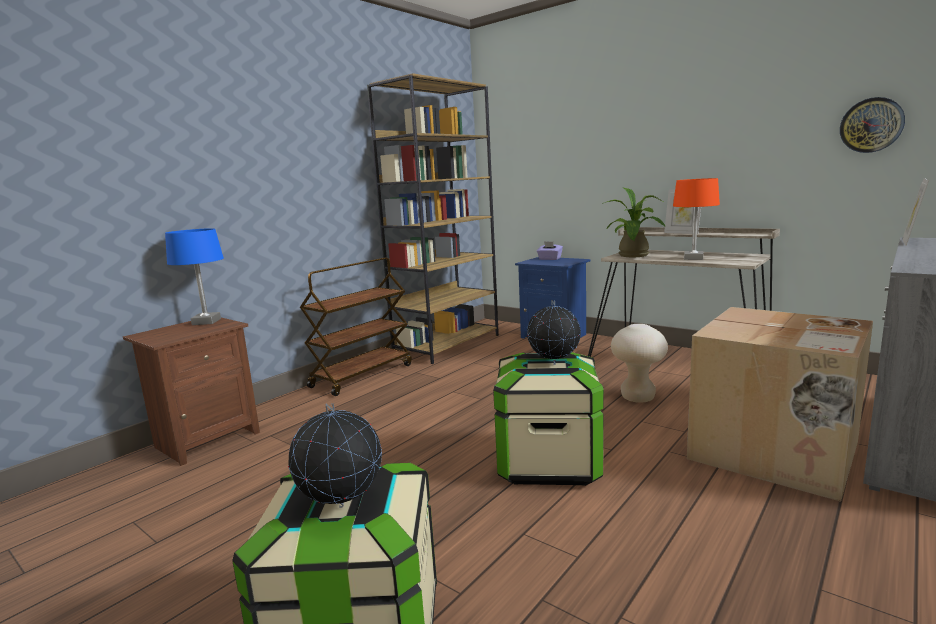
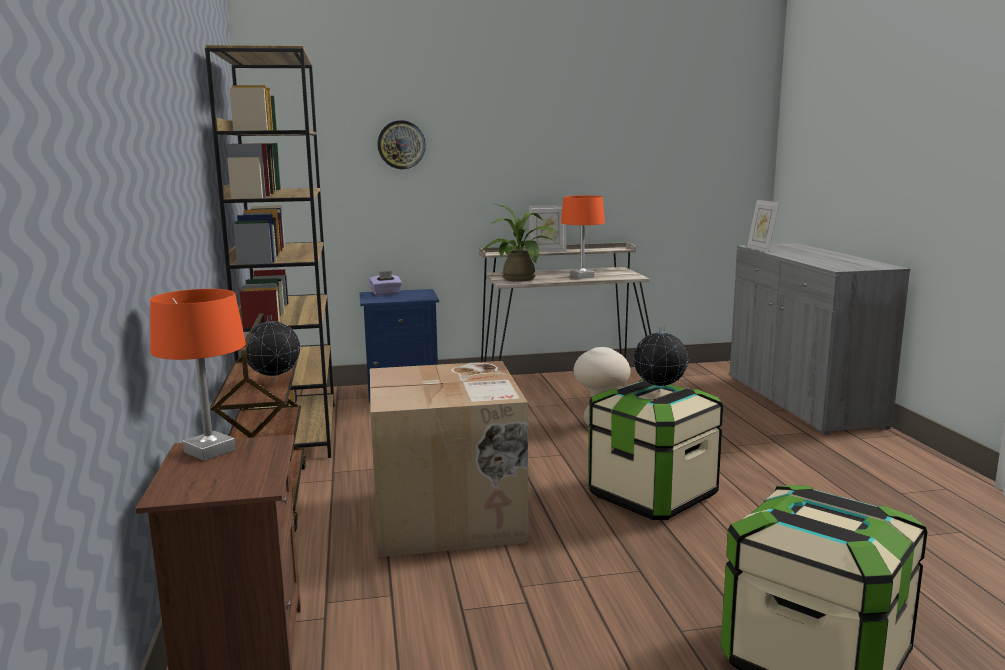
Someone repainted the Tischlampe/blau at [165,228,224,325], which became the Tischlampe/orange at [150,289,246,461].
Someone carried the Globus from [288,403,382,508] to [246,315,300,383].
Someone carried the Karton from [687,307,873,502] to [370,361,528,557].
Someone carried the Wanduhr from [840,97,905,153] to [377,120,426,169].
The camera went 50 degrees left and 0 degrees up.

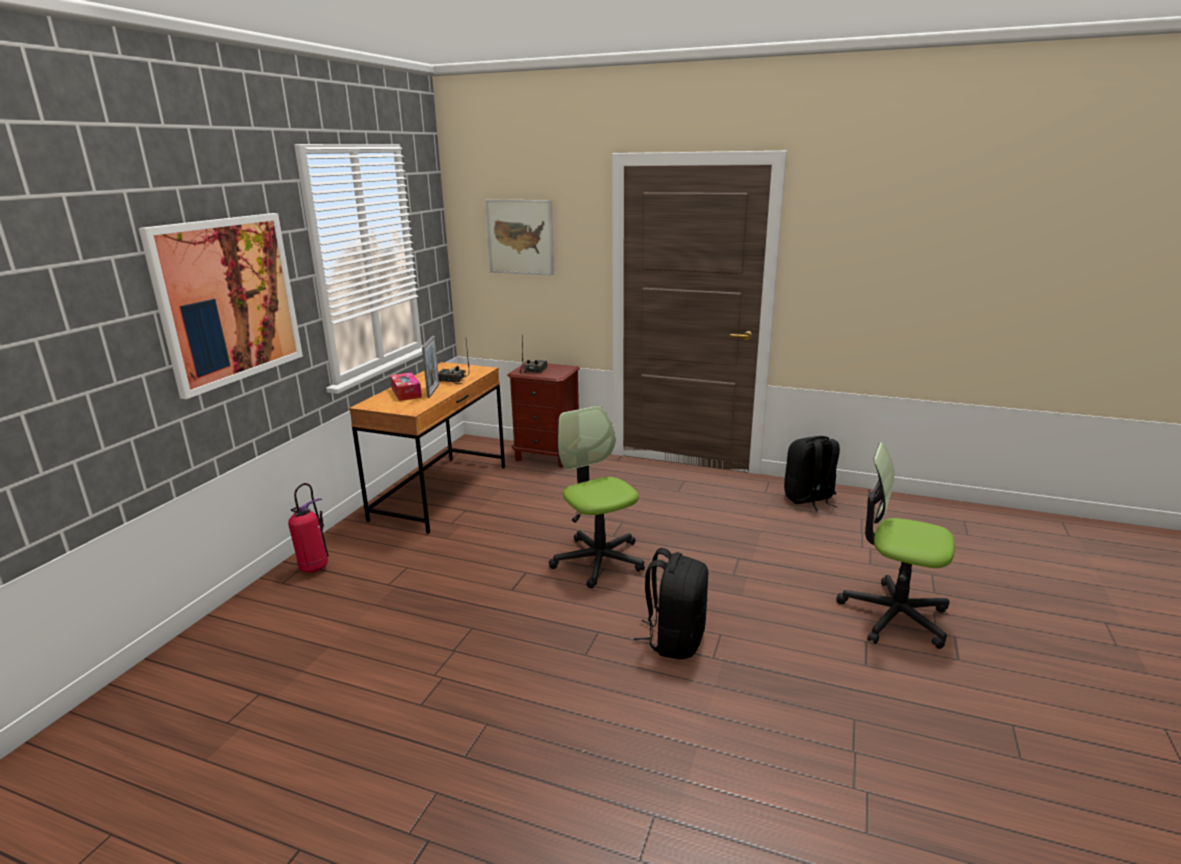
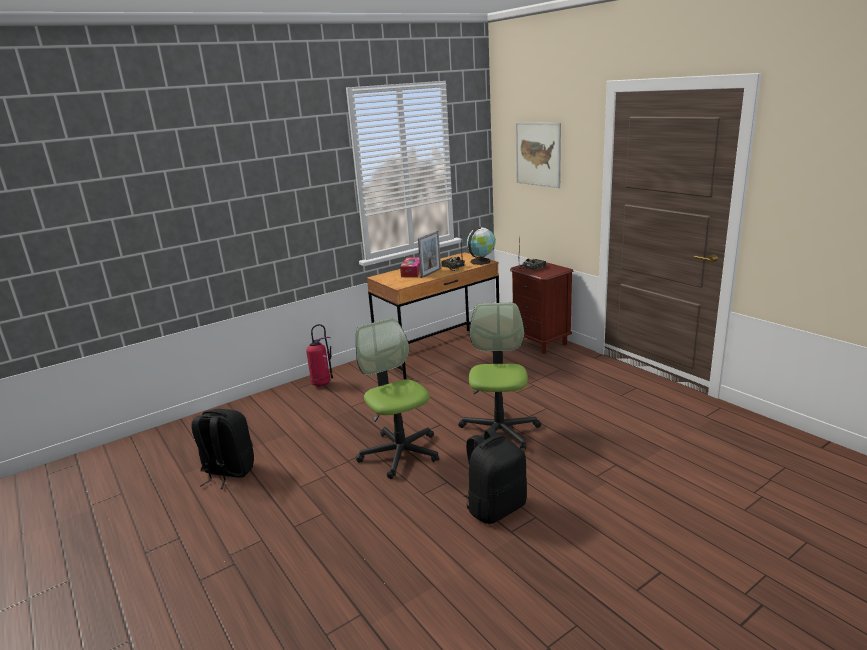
Someone took away the Bild at [139,213,303,399].
Someone carried the Rucksack/schwarz from [784,436,840,511] to [191,409,254,489].
Someone carried the Bürostuhl from [836,442,955,649] to [356,318,439,479].
Someone put down the Globus at [467,227,496,265].
The camera went 35 degrees right and 0 degrees up.

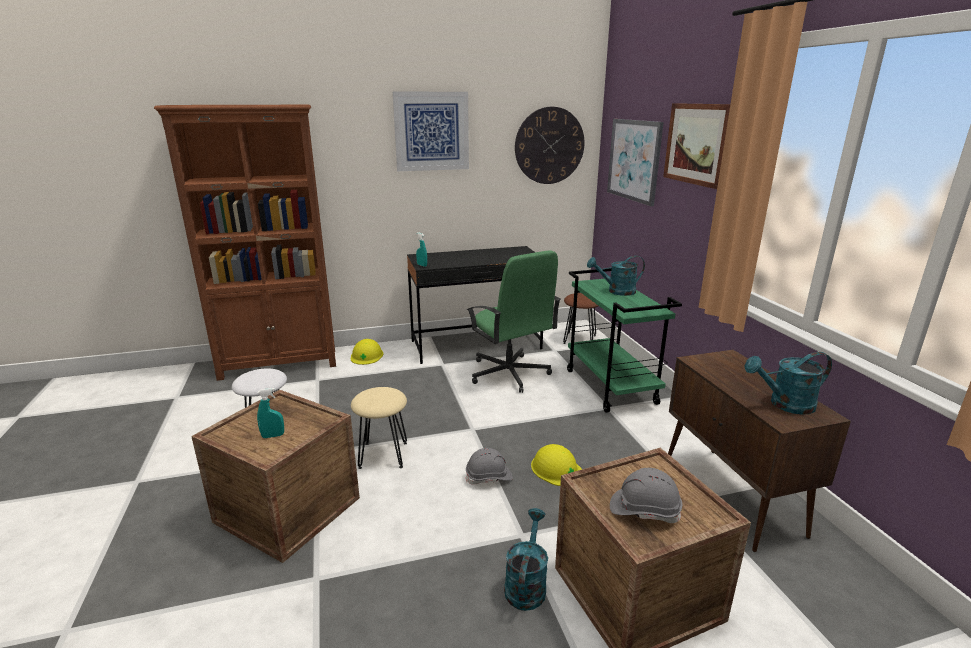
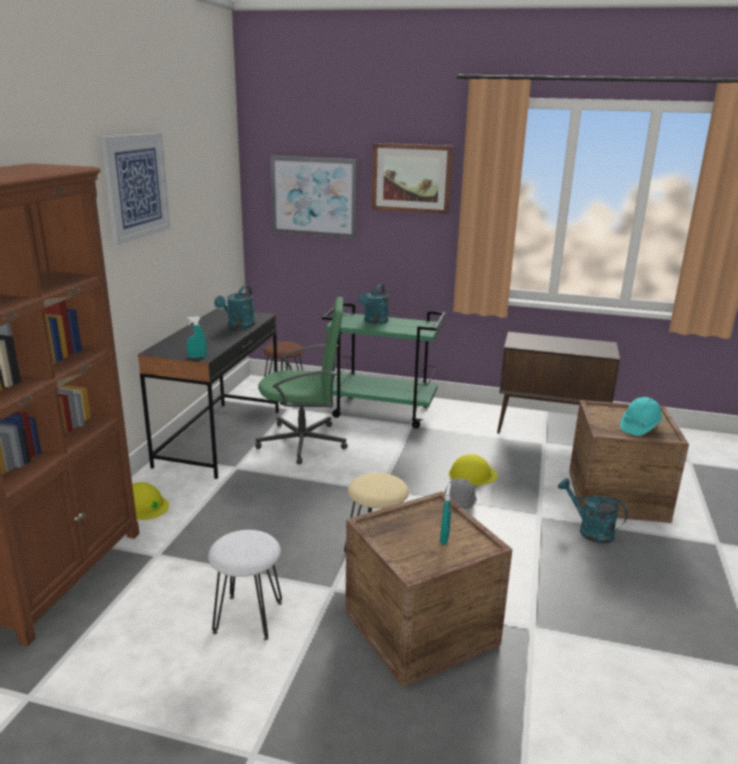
Someone took away the Wanduhr at [515,107,585,184].
Someone repainted the Schutzhelm/grau at [610,468,682,523], which became the Schutzhelm/türkis at [620,397,663,436].
Someone carried the Gießkanne/türkis from [744,352,832,415] to [214,285,255,328].
The camera went 60 degrees left and 0 degrees up.

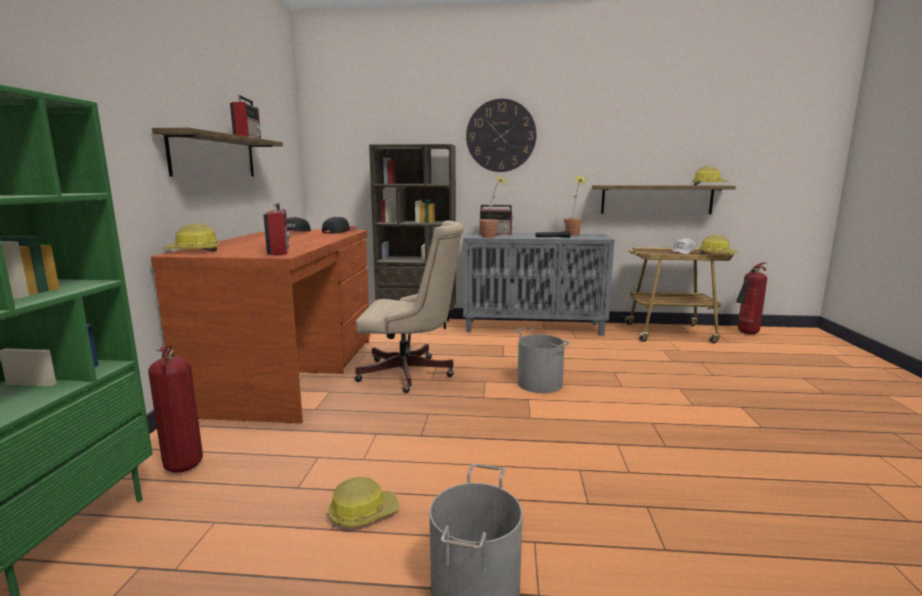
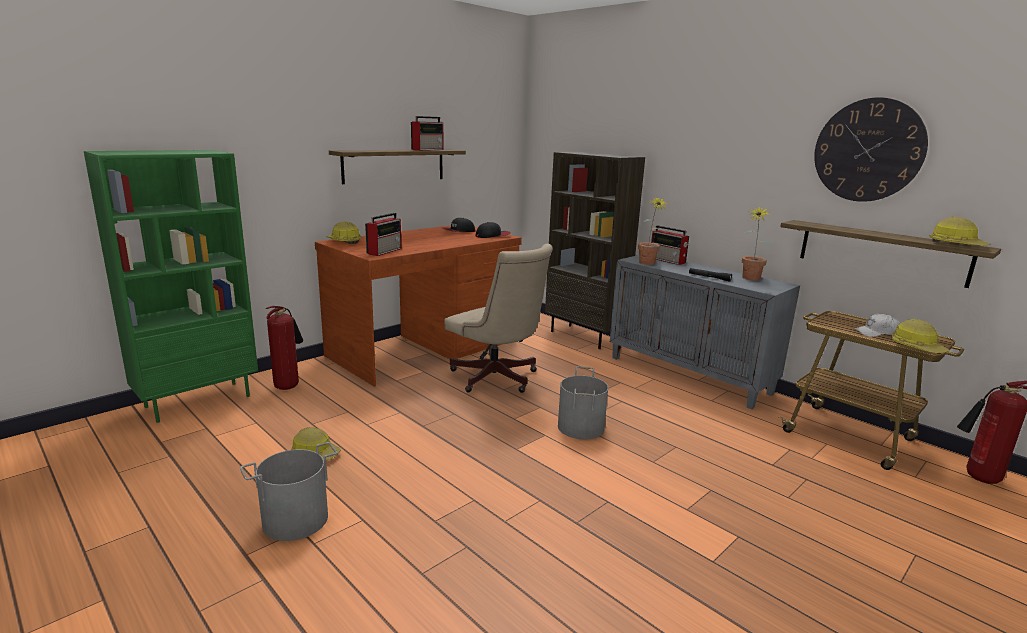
Someone carried the Wanduhr from [466,99,537,172] to [814,97,928,202].
The camera went 40 degrees right and 5 degrees up.

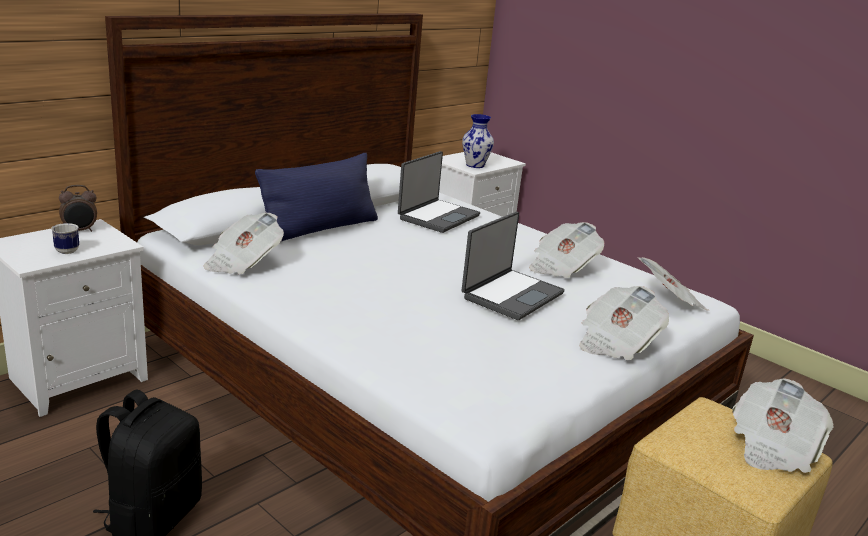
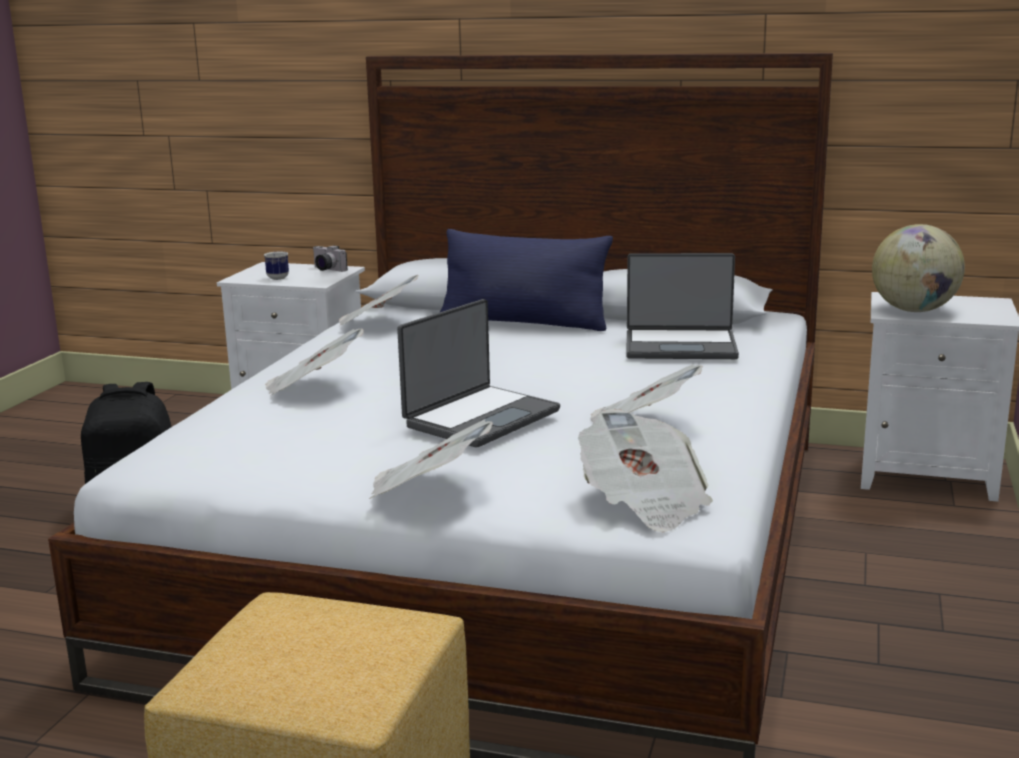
Someone swapped the Wecker at [59,185,97,232] for the Kamera at [313,245,348,272].
Someone swapped the Vase at [462,114,494,168] for the Globus at [872,224,965,312].
Someone rotated the Laptop at [462,211,565,320] by 60 degrees counterclockwise.
Someone carried the Zeitung from [732,379,833,473] to [265,328,363,396].
The camera went 65 degrees right and 5 degrees down.

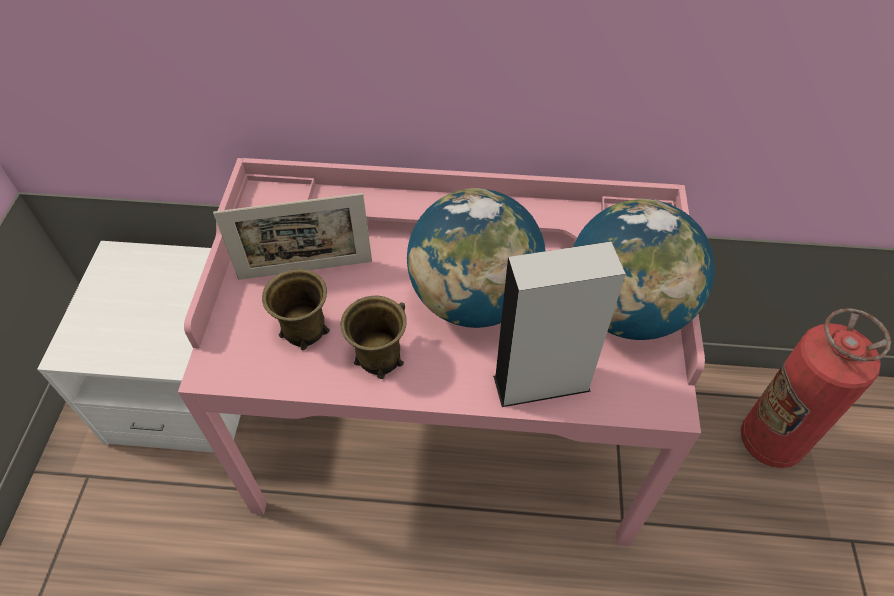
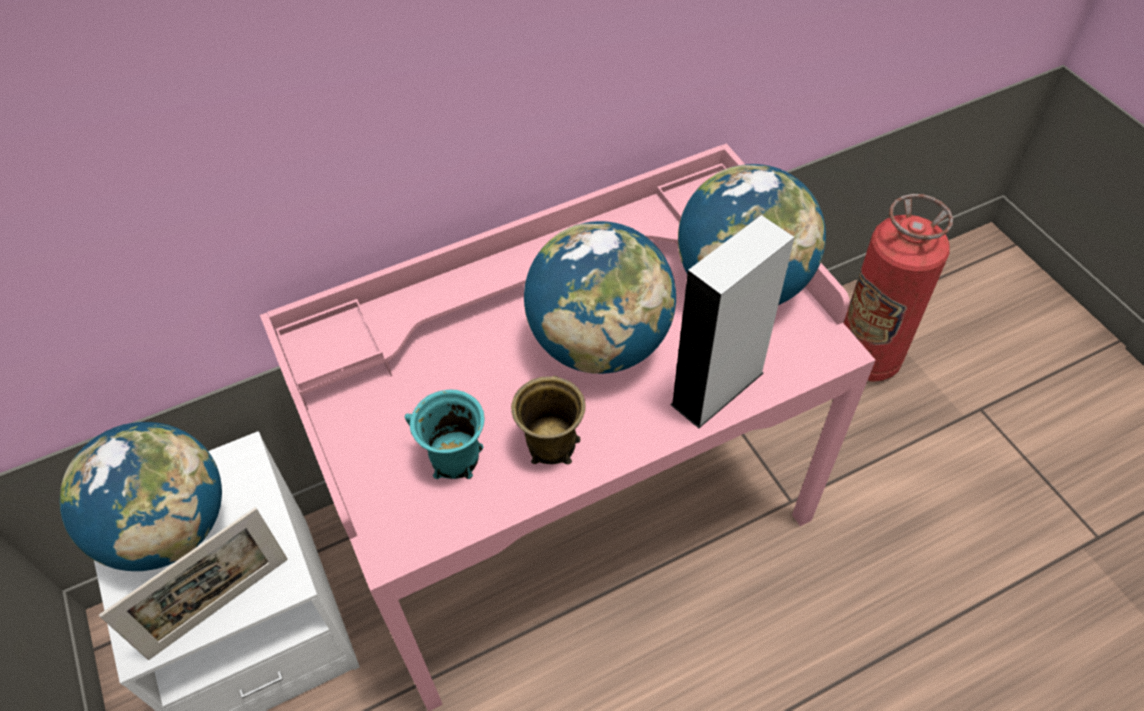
Someone carried the Bilderrahmen from [213,193,372,280] to [99,507,288,660].
Someone repainted the Henkelbecher/braun at [262,269,330,350], which became the Henkelbecher/türkis at [404,390,484,479].
Someone put down the Globus at [60,422,222,571].
The camera went 30 degrees left and 0 degrees up.

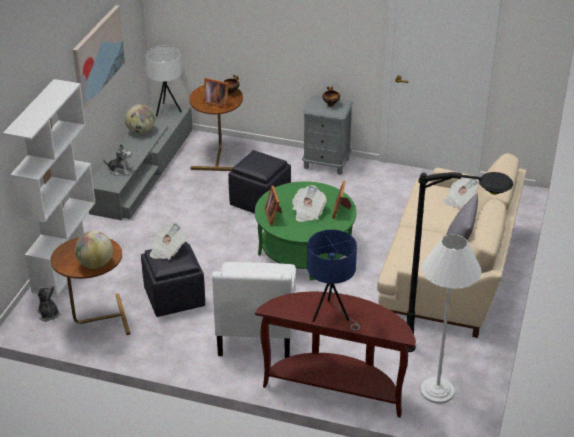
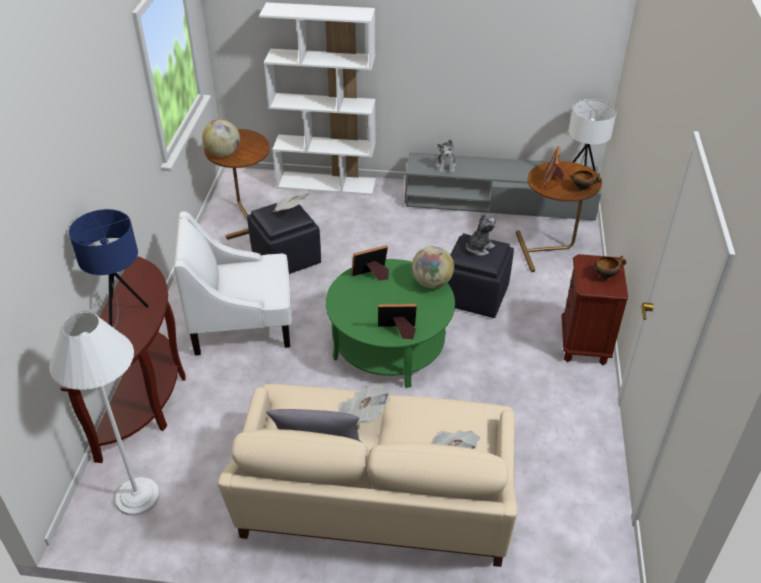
Someone carried the Plüschtier from [37,286,60,322] to [466,214,496,256].
Someone took away the Bild at [73,5,125,110].
Someone carried the Globus from [125,104,155,134] to [412,246,454,288].
Someone carried the Zeitung from [292,185,326,222] to [338,385,390,424].
Someone repainted the Nachttisch/grau at [302,95,353,175], which became the Nachttisch/braun at [561,254,628,365].
Someone took away the Stehlampe/schwarz at [407,172,513,352].
The camera went 80 degrees right and 5 degrees up.

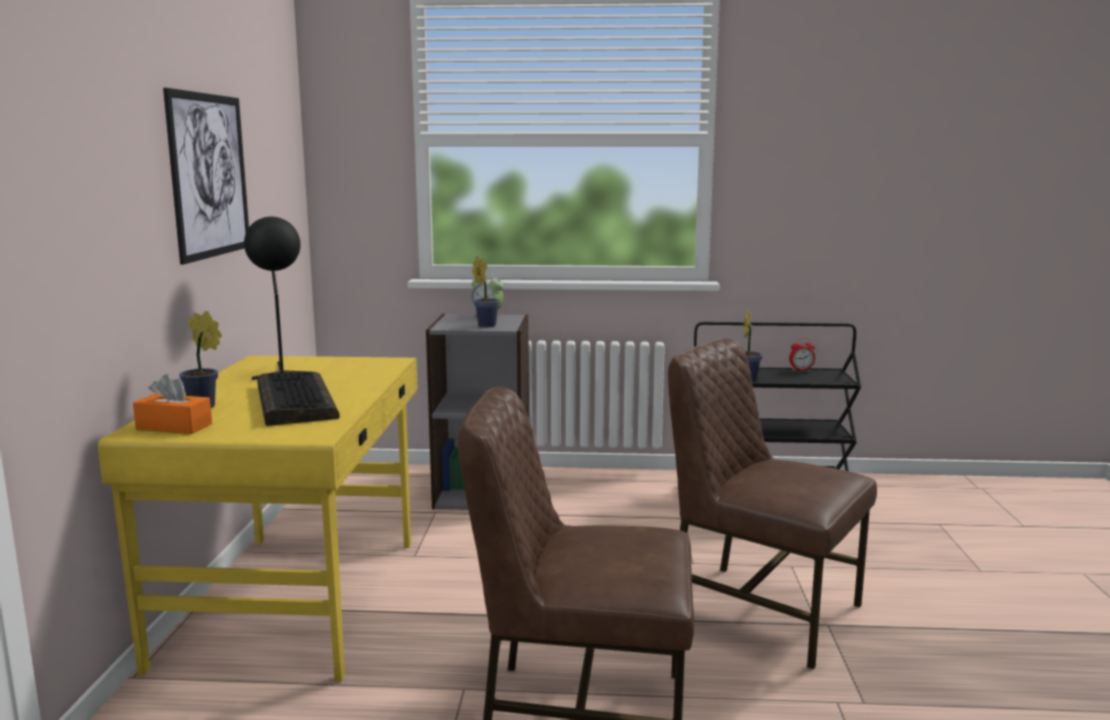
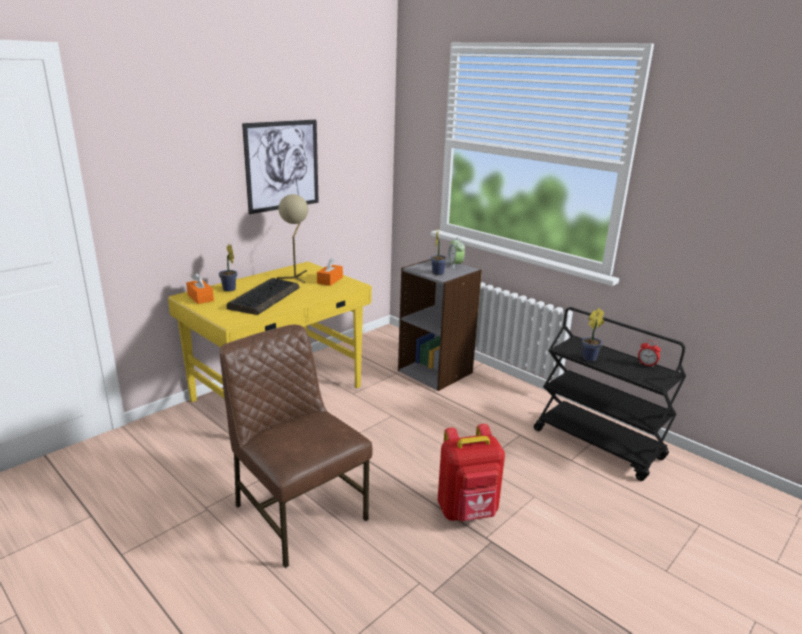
Someone repainted the Tischlampe/schwarz at [244,217,309,380], which became the Tischlampe/beige at [277,194,308,283].
Someone swapped the Stuhl/braun at [668,338,877,669] for the Rucksack/rot at [438,424,505,522].
Someone put down the Taschentuchbox/orange at [317,258,343,286].
The camera went 40 degrees right and 10 degrees up.

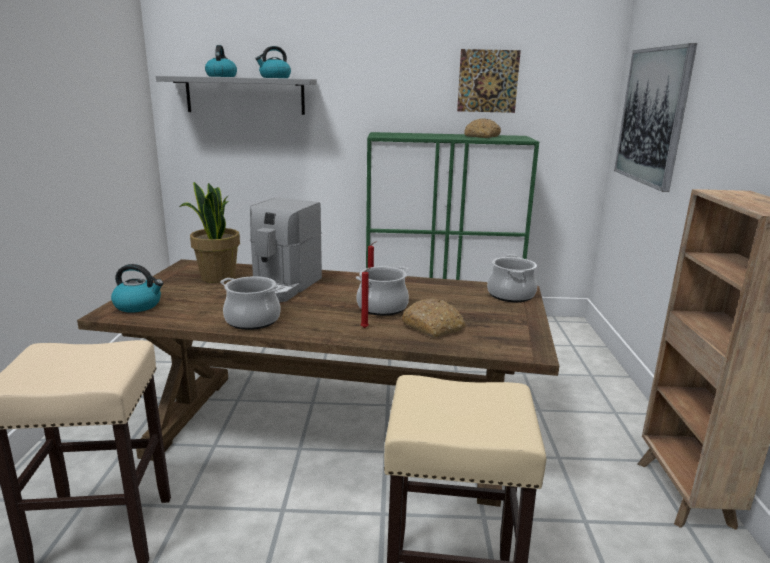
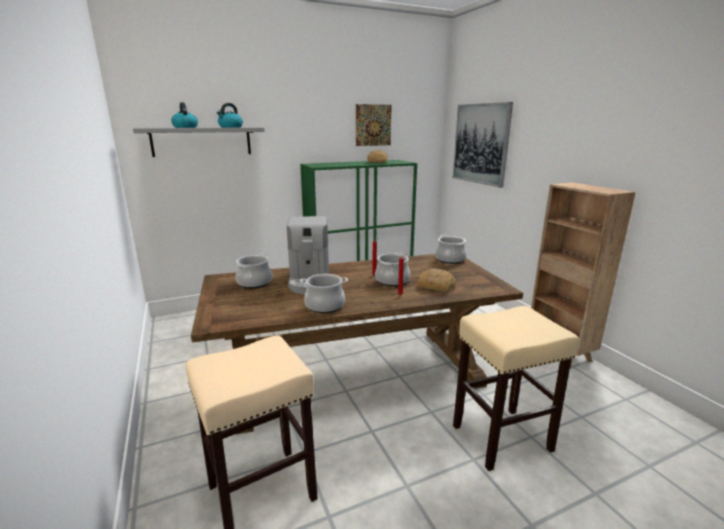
Someone took away the Wasserkessel at [111,264,164,313].
Someone swapped the Topfpflanze at [179,182,240,283] for the Kochtopf at [235,253,272,288].
The camera went 25 degrees left and 0 degrees up.

